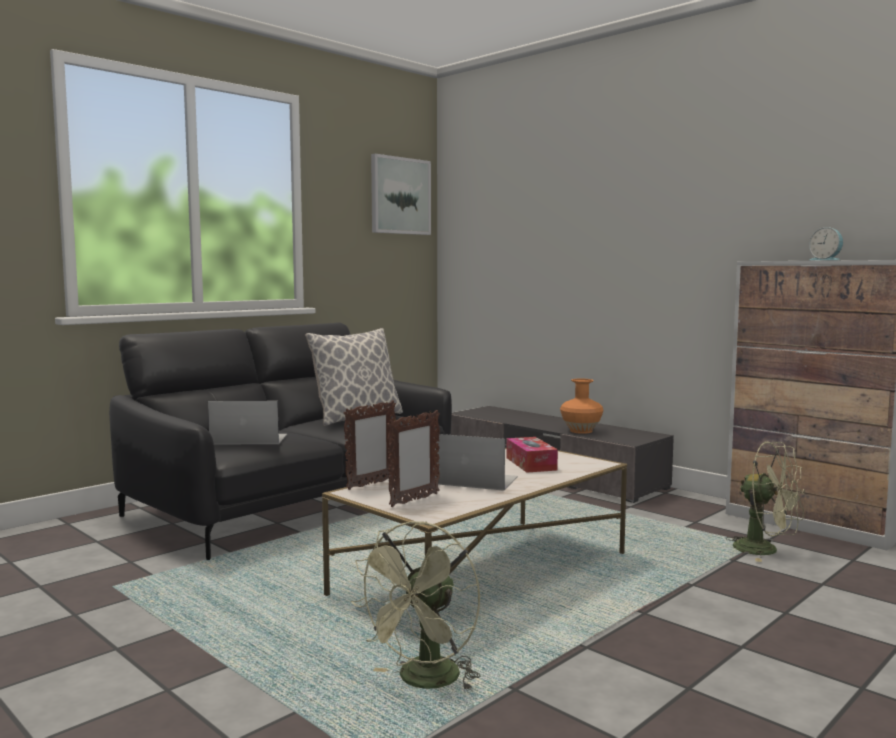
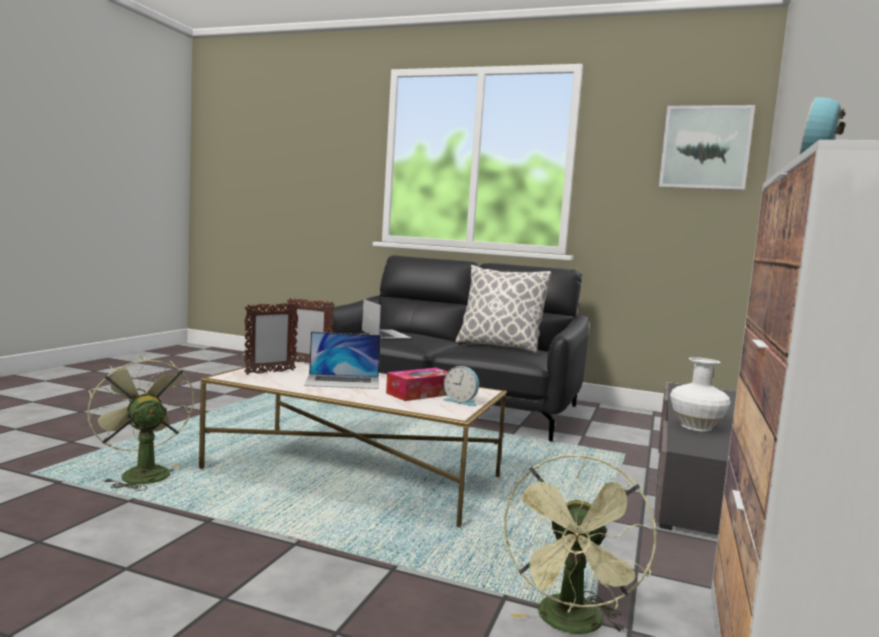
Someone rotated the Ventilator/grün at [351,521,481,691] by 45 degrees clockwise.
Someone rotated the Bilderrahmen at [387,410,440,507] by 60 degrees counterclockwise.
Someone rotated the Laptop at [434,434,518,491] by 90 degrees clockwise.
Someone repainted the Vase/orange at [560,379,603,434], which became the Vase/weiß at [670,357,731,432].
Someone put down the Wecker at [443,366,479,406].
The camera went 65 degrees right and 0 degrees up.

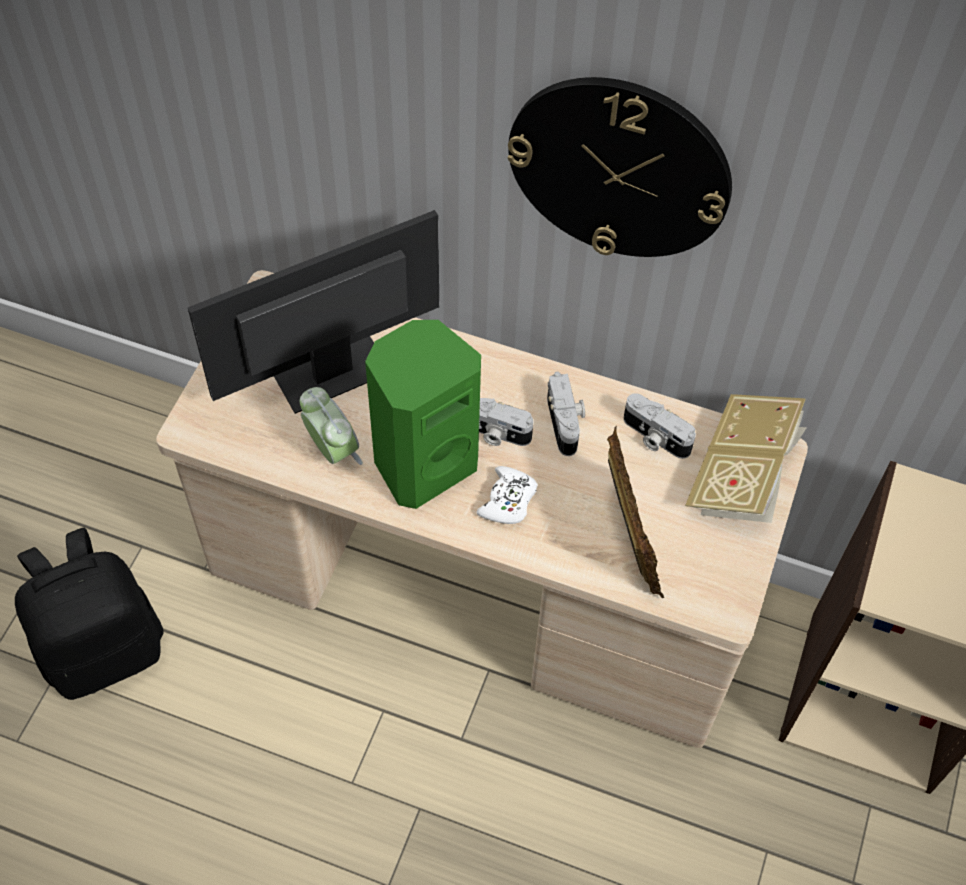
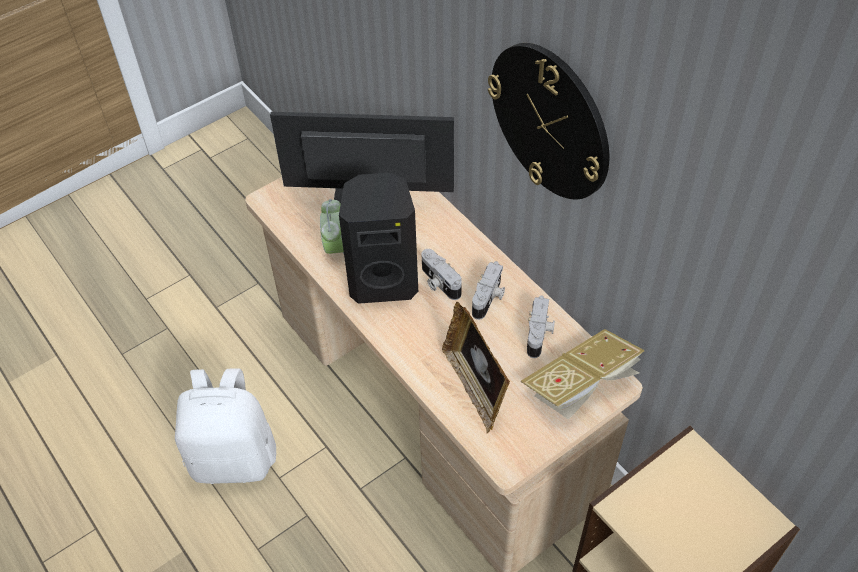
Someone took away the Rucksack/schwarz at [15,528,164,700].
Someone repainted the Lautsprecher/grün at [365,320,481,509], which became the Lautsprecher/schwarz at [339,173,418,304].
Someone took away the Gamepad/weiß at [477,466,538,524].
Someone rotated the Bilderrahmen at [607,426,664,598] by 135 degrees clockwise.
Someone rotated the Kamera at [624,393,696,459] by 150 degrees counterclockwise.
Someone put down the Rucksack/weiß at [175,368,276,484].
The camera went 35 degrees right and 5 degrees down.

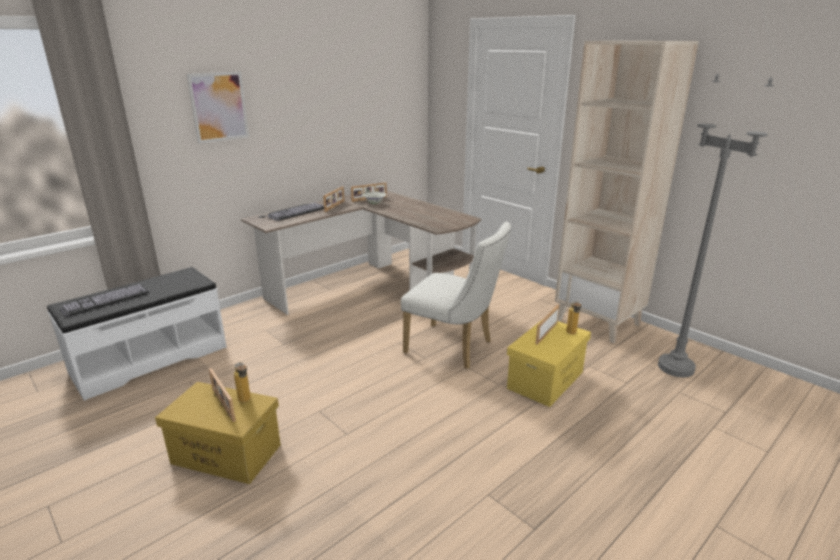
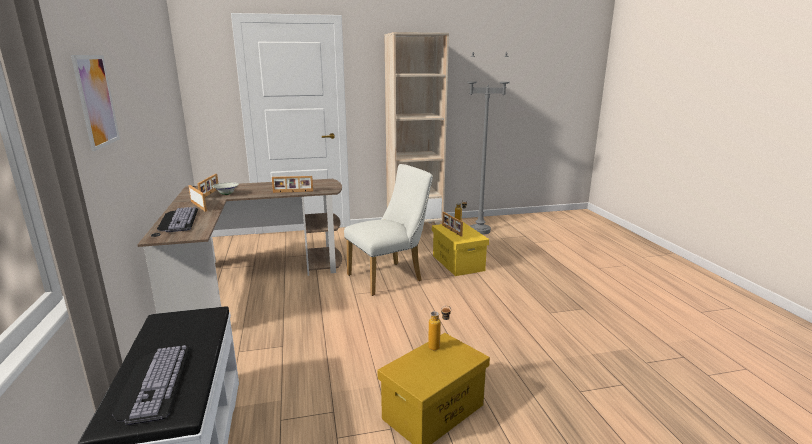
Someone carried the Bilderrahmen from [209,368,236,422] to [272,176,313,193].
The camera went 60 degrees left and 5 degrees down.

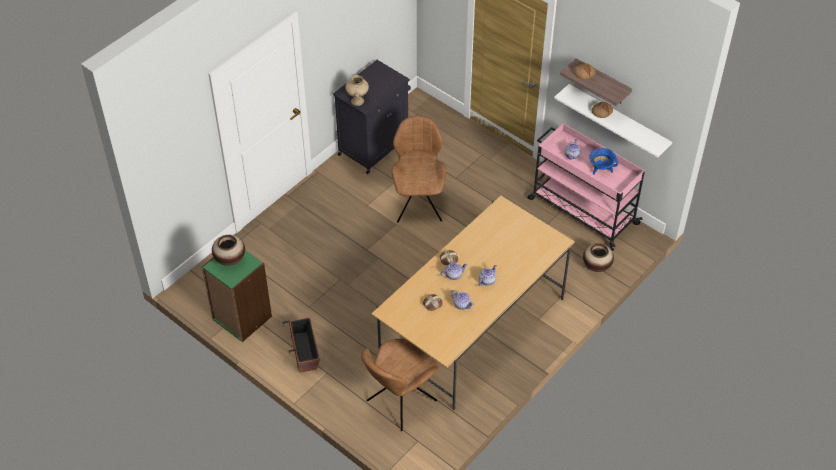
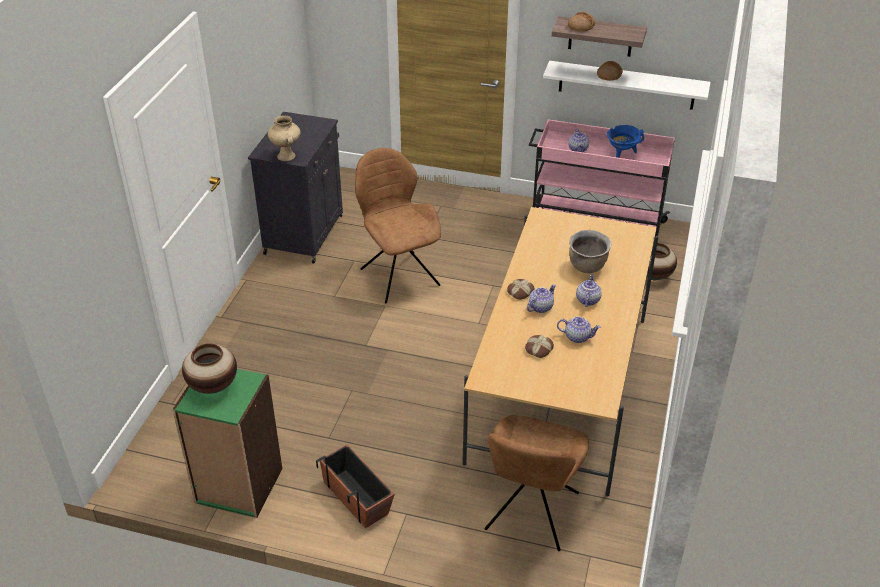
Someone put down the Kochtopf/braun at [569,230,611,273].
The camera went 25 degrees left and 10 degrees down.

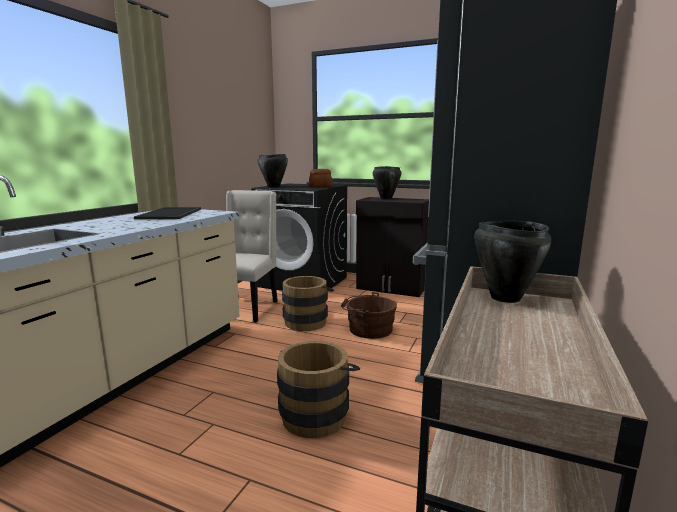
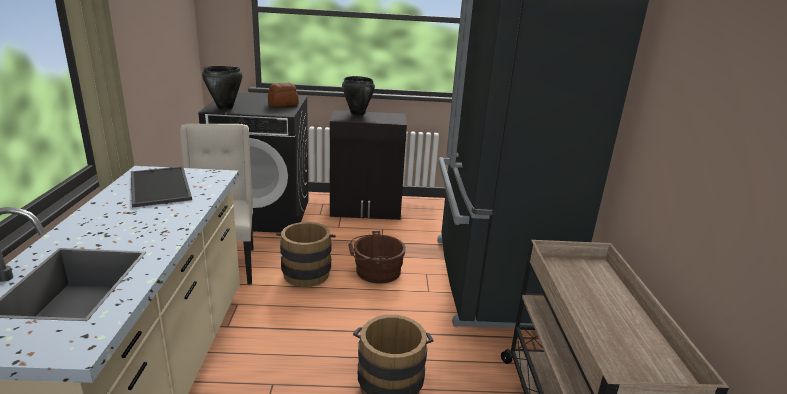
Someone took away the Kochtopf/schwarz at [474,221,552,303].
The camera went 25 degrees left and 10 degrees up.

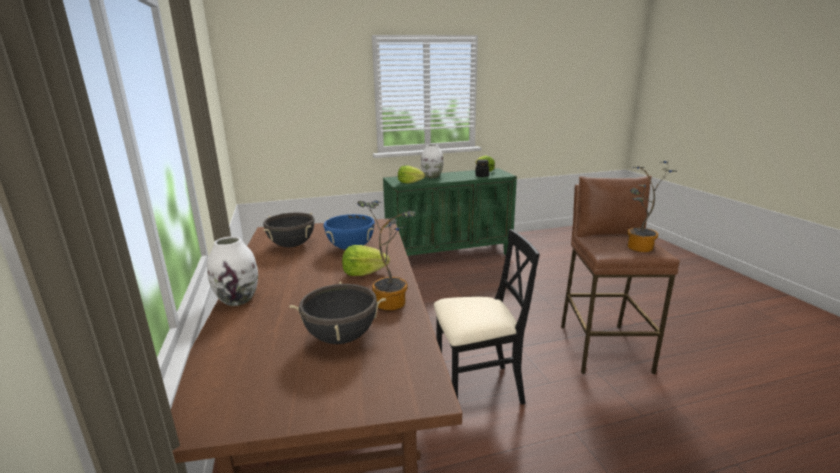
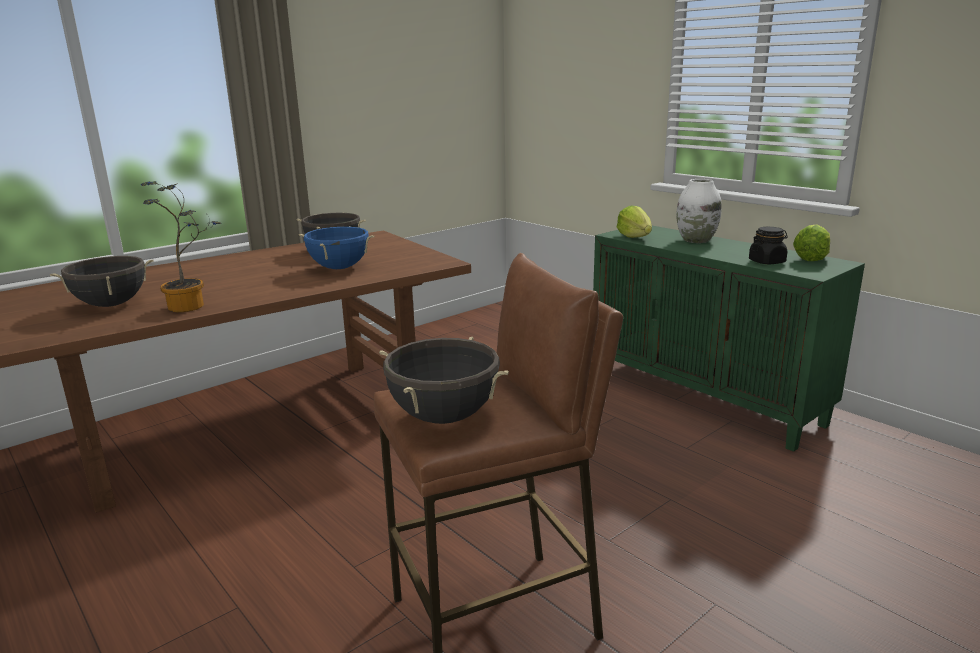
Someone took away the Vase/weiß at [207,236,258,306].
Someone took away the Salatkopf at [342,245,390,276].
Someone took away the Stuhl/schwarz at [434,229,540,405].
Someone swapped the Topfpflanze at [627,161,677,252] for the Kochtopf/schwarz at [379,336,509,424].
The camera went 65 degrees right and 0 degrees up.

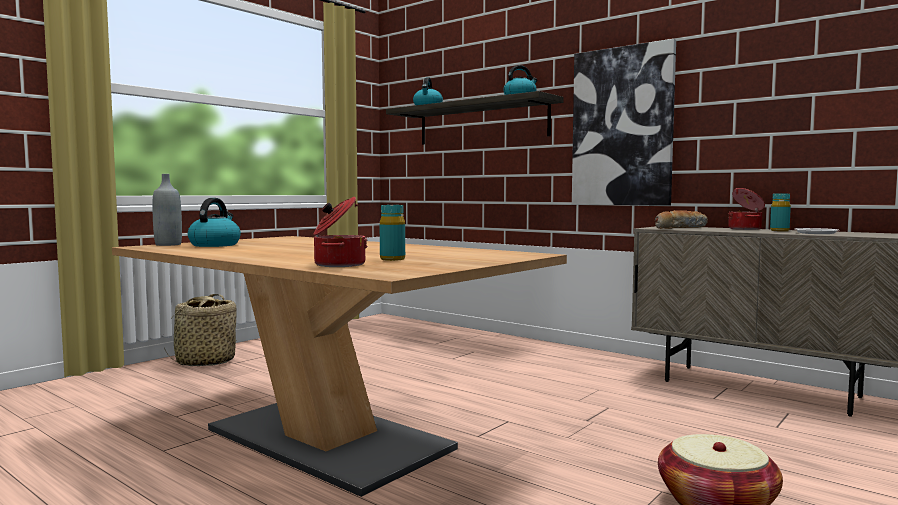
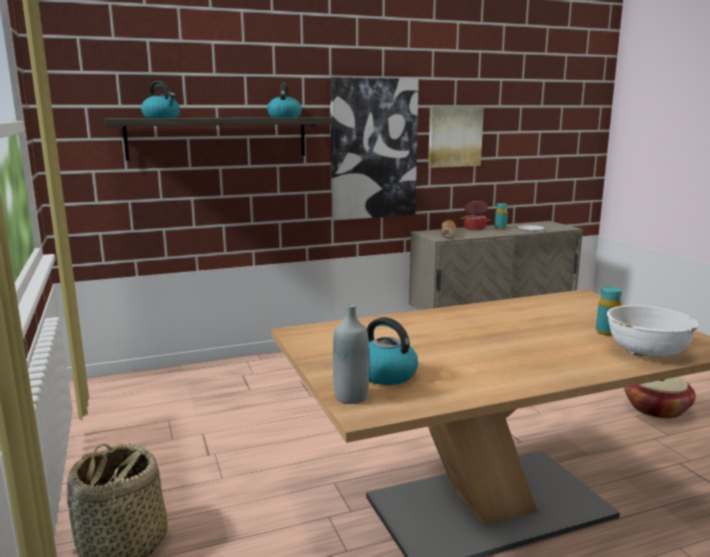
Someone swapped the Kochtopf at [314,197,368,267] for the Schüssel/weiß at [607,305,699,357].
Someone put up the Bild at [428,107,484,168].
The camera went 60 degrees left and 10 degrees up.

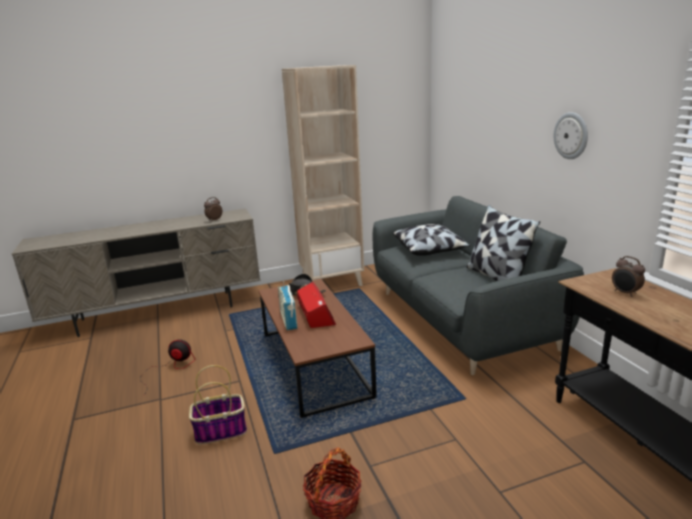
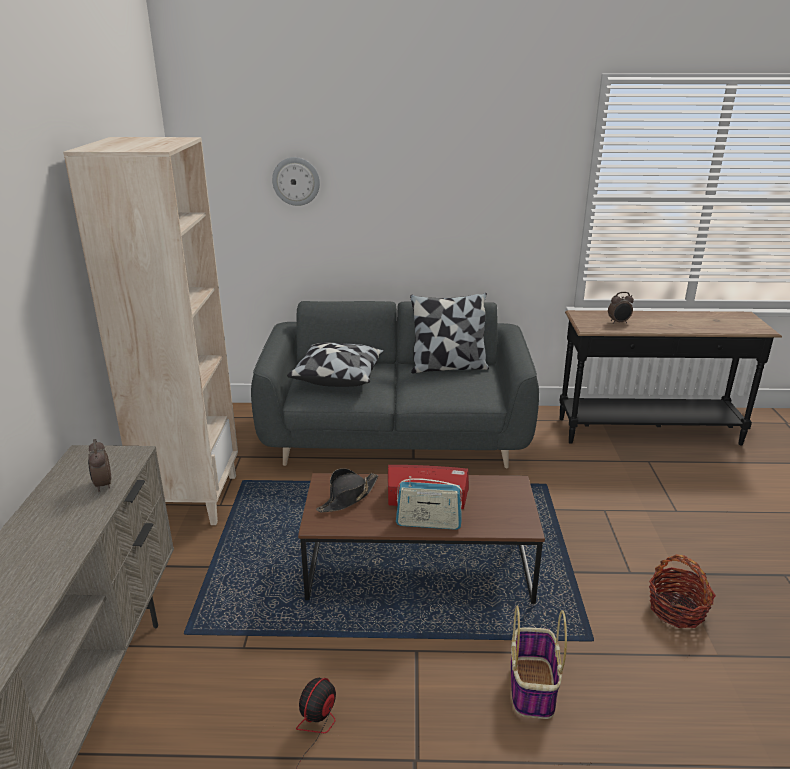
Someone carried the Wanduhr from [554,112,588,159] to [272,157,320,206].
The camera went 70 degrees left and 5 degrees up.

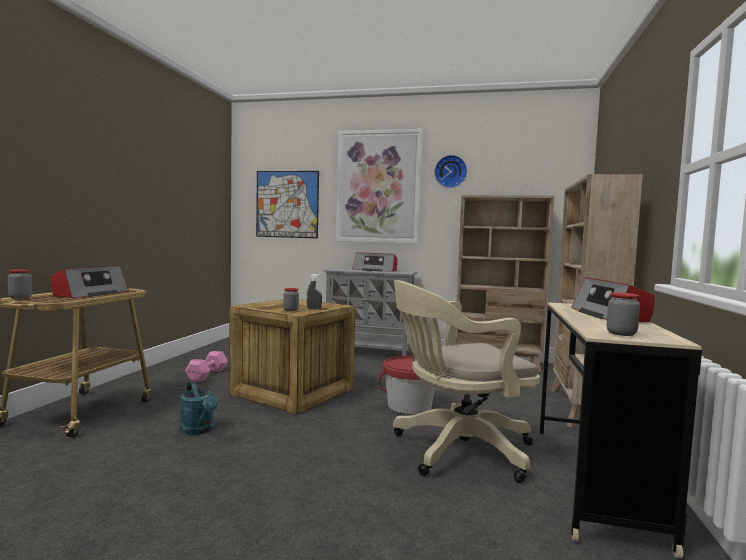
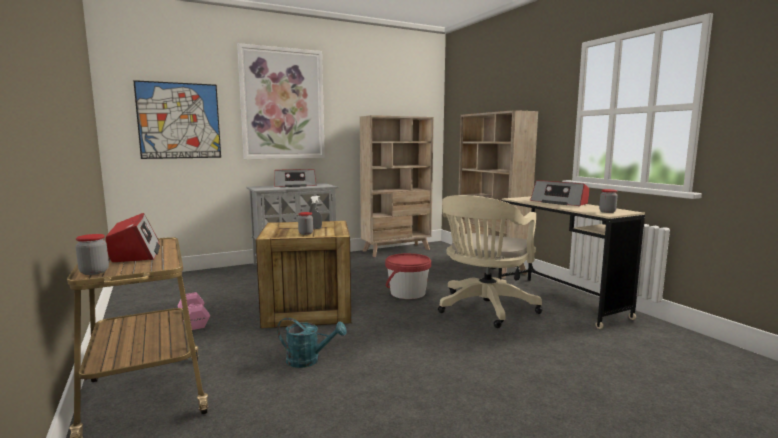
Someone took away the Wanduhr at [434,155,467,188].
The camera went 40 degrees left and 5 degrees up.

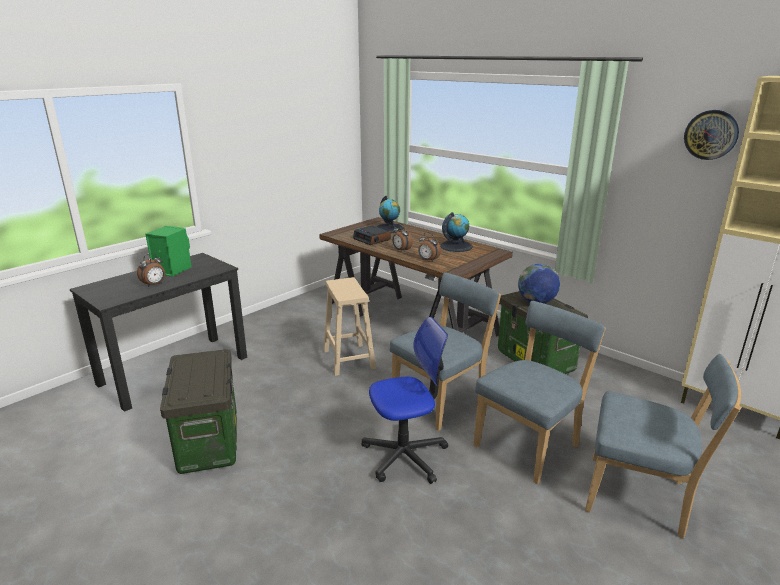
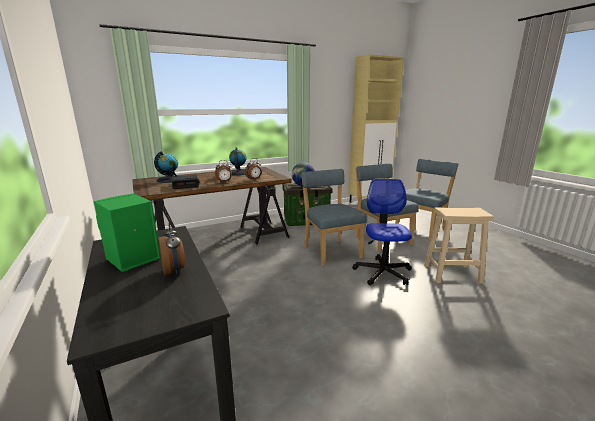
Someone took away the Aufbewahrungsbox at [160,349,237,474].
Someone carried the Hocker/beige from [324,277,376,376] to [424,207,494,284].
Someone took away the Wanduhr at [684,110,739,160].
The camera went 70 degrees left and 5 degrees down.

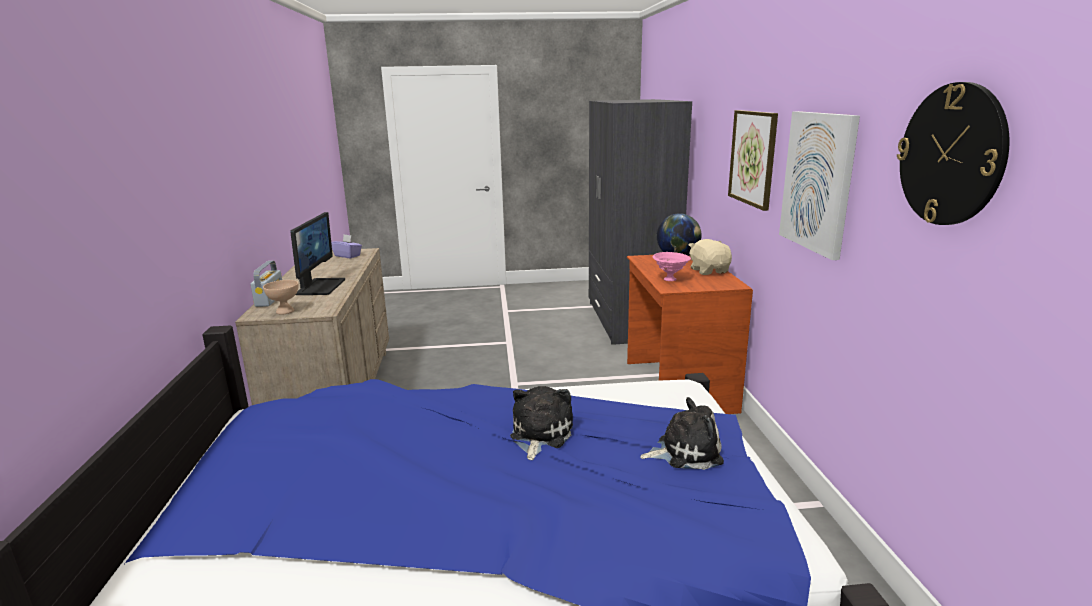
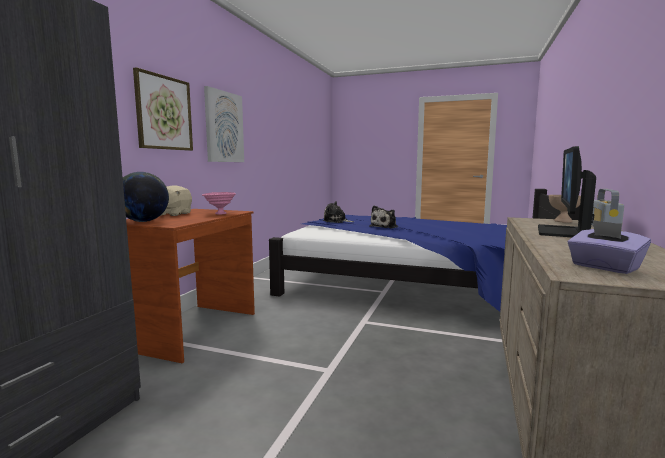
Someone took away the Wanduhr at [897,82,1009,225].
The camera went 155 degrees left and 10 degrees down.

